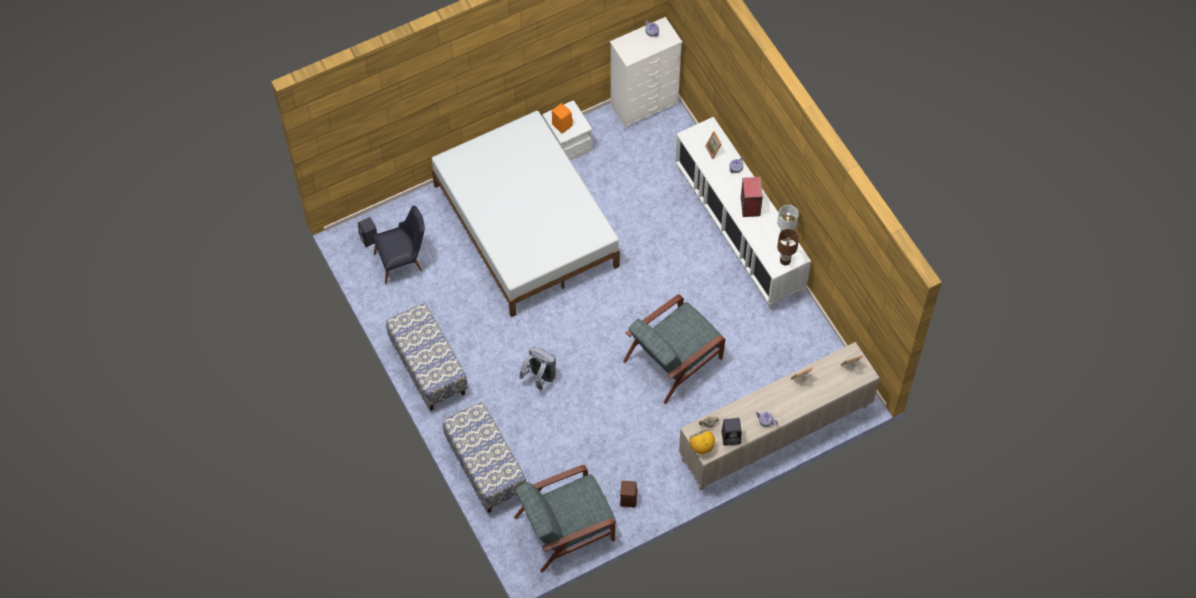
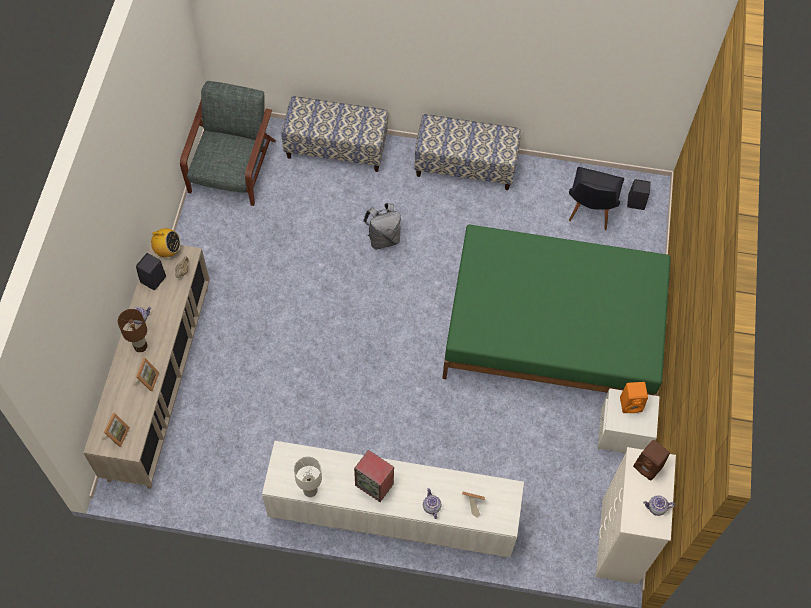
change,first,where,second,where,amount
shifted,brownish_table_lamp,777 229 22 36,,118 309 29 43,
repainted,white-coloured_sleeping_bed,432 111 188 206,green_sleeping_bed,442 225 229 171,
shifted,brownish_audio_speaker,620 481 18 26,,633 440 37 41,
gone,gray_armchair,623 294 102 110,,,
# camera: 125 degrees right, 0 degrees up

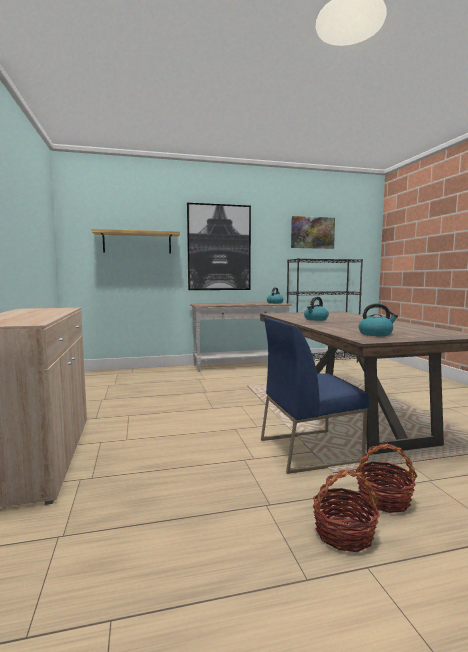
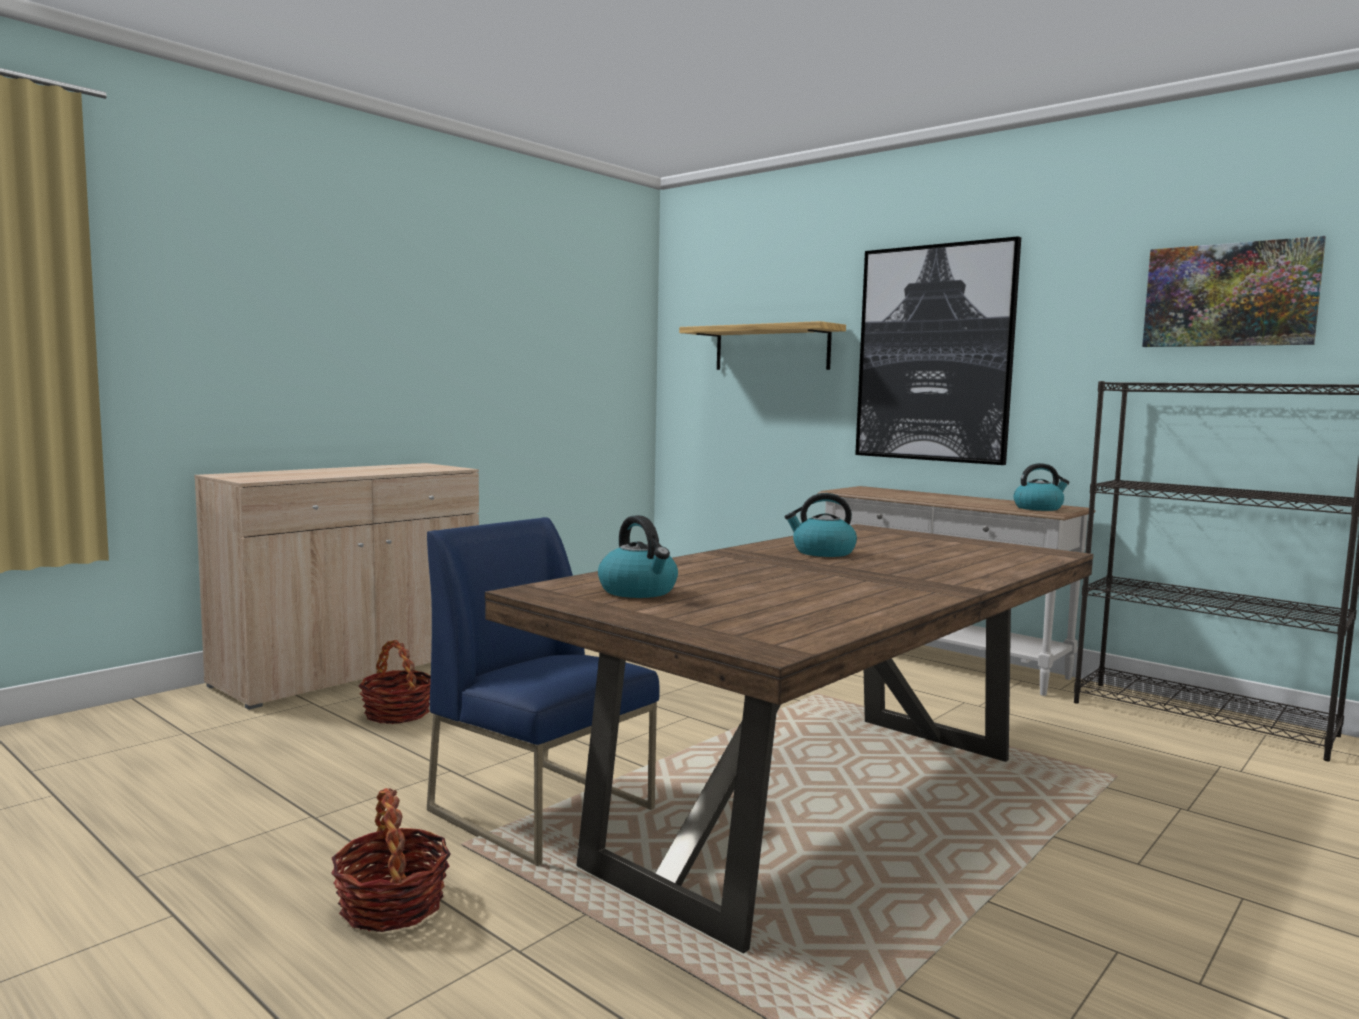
change,first,where,second,where,amount
shifted,storage_basket,313 470 67 82,,359 640 72 84,
# camera: 55 degrees right, 0 degrees up

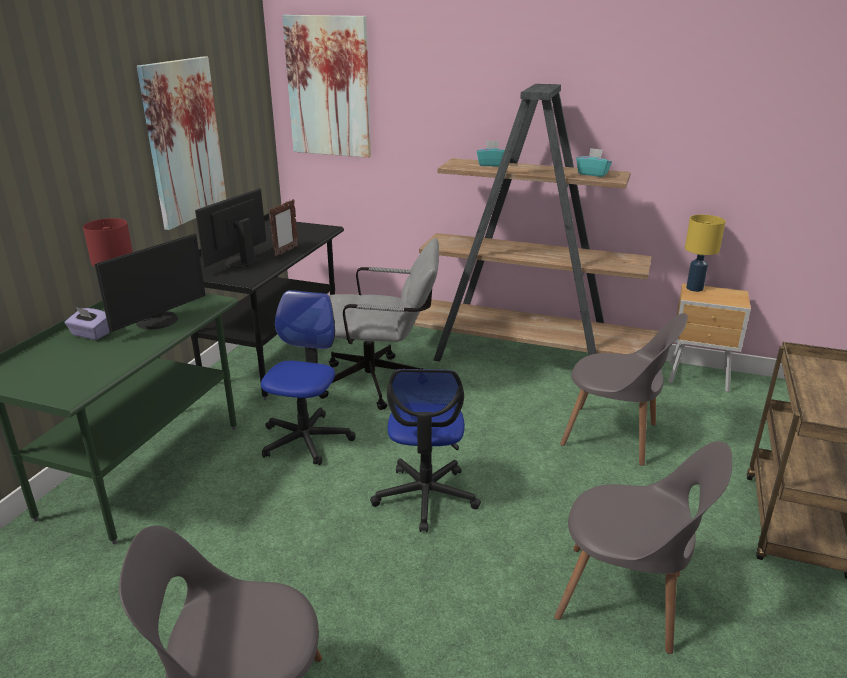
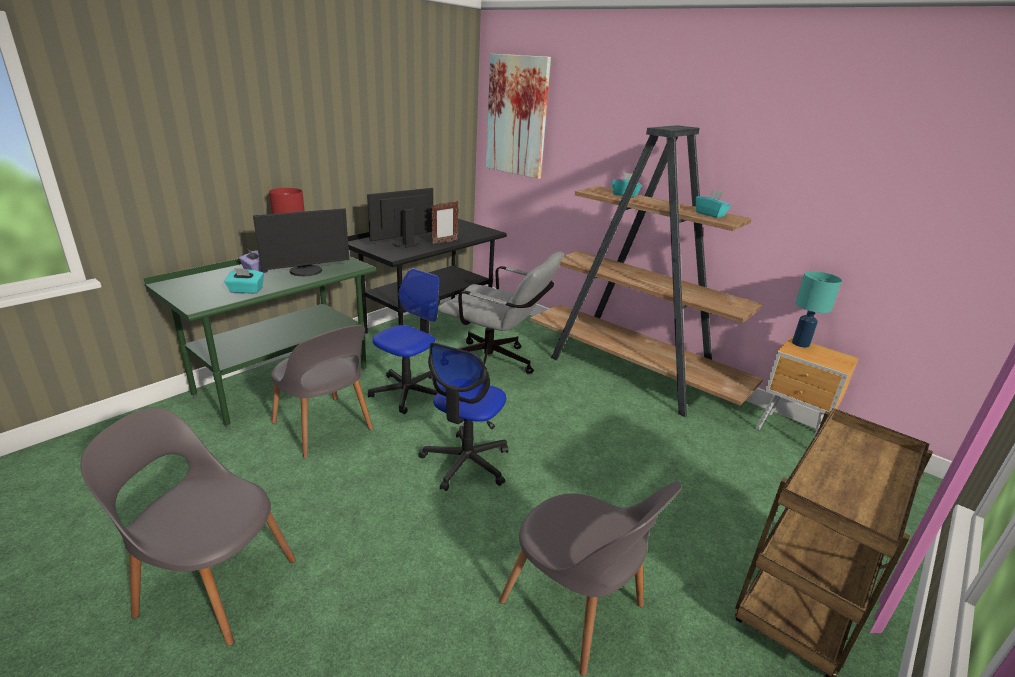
change,first,where,second,where,amount
new,,,turquoise-coloured_tissue_box,224 268 40 26,
shifted,gray_plain_chair,560 313 128 153,,271 325 102 133,
repainted,yellowish_table_lamp,685 215 41 77,turquoise-coloured_table_lamp,792 271 50 77,
gone,picture,137 56 89 174,,,
# camera: 20 degrees right, 0 degrees up

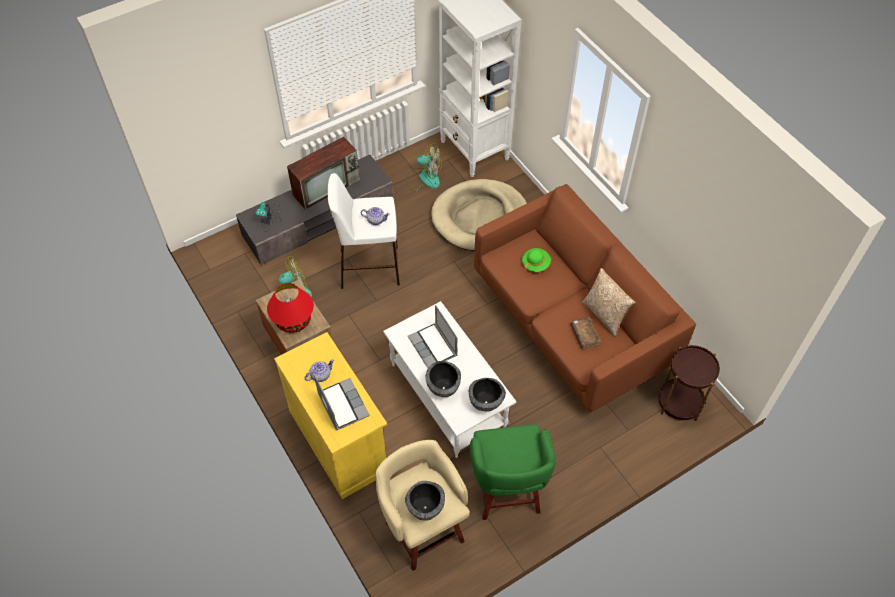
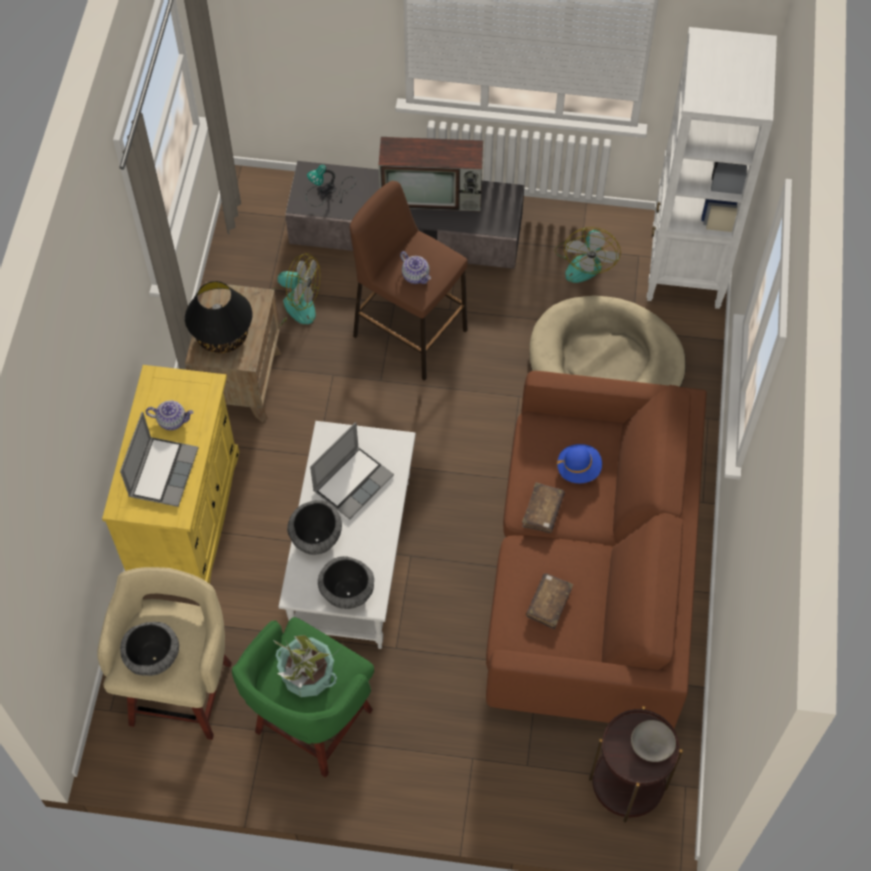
change,first,where,second,where,amount
repainted,red_table_lamp,267 283 47 50,black-coloured_table_lamp,185 281 67 73,
new,,,potted_plant,273 635 64 62,
rotated,portable_computer,408 305 49 63,,310 422 84 97,150 degrees counterclockwise
repainted,white-coloured_stool_seat,328 173 72 116,brownish_stool_seat,350 181 118 200,
new,,,brownish_volume,522 482 43 51,
rotated,electric_fan,406 143 36 49,,554 227 67 56,45 degrees clockwise
repainted,green_wearable_hat,522 248 29 24,blue_wearable_hat,556 444 46 39,
new,,,gray_bowl,631 720 45 42,
gone,cushion,582 268 53 69,,,
# camera: 40 degrees right, 5 degrees up

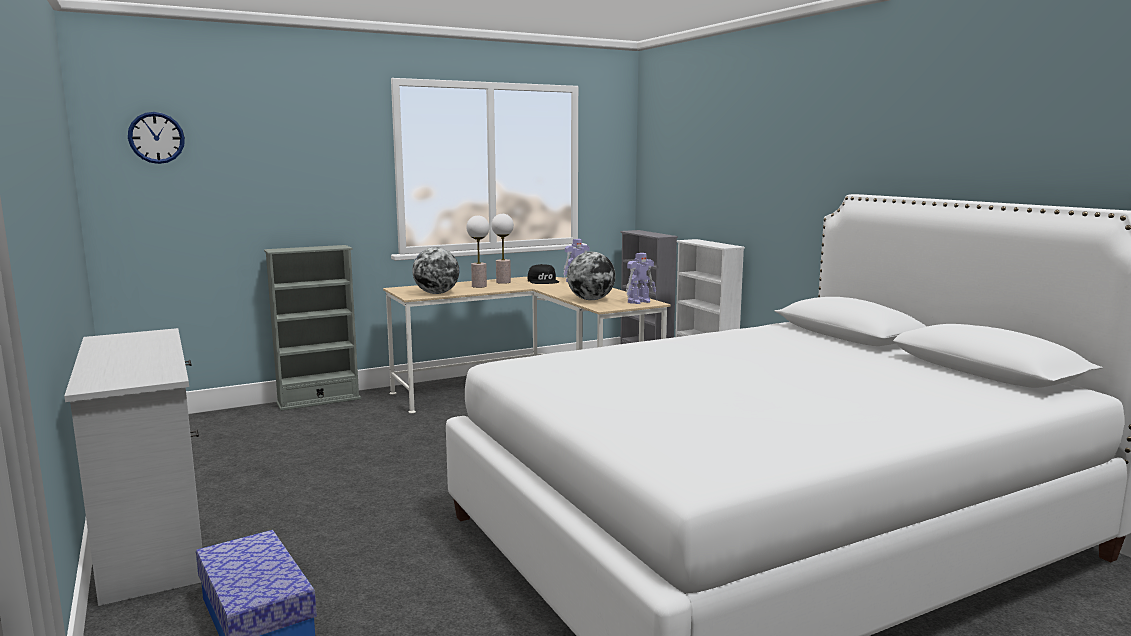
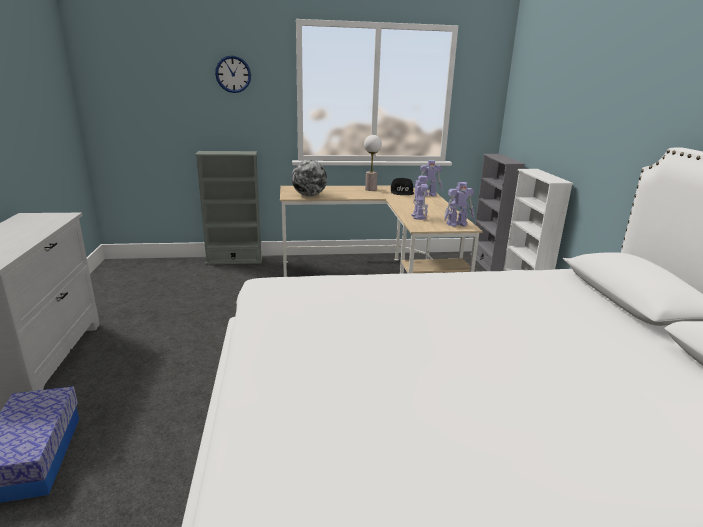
change,first,where,second,where,amount
shifted,wall_clock,128 112 57 52,,215 55 36 38,
swapped,world_globe,567 252 49 48,toy_robot,411 176 17 44,
gone,table_lamp,466 216 23 72,,,
# camera: 20 degrees right, 10 degrees up

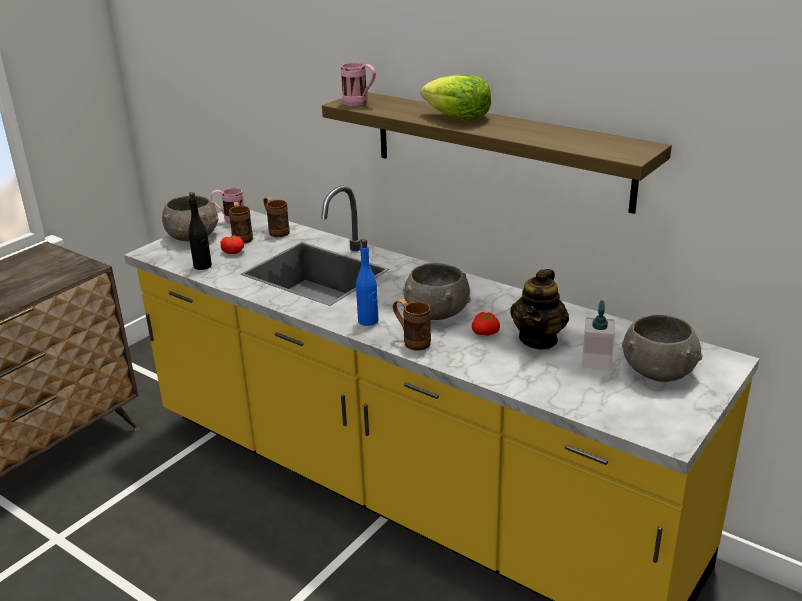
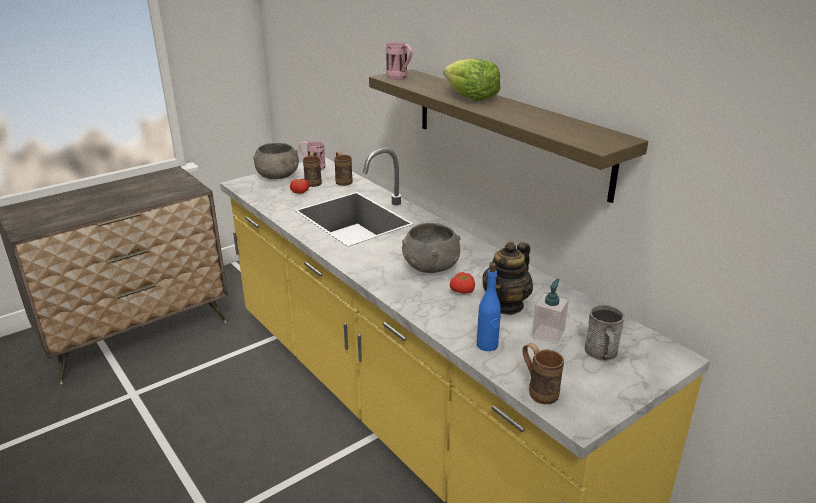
change,first,where,second,where,amount
shifted,blue_beverage_bottle,356 239 22 87,,477 262 24 89,
shifted,brownish_coffee_mug,393 299 38 52,,523 343 41 61,
swapped,gray_bowl,622 315 80 67,gray_coffee_mug,584 305 41 56,
gone,black-coloured_beverage_bottle,188 192 24 78,,,
# camera: 15 degrees right, 0 degrees up

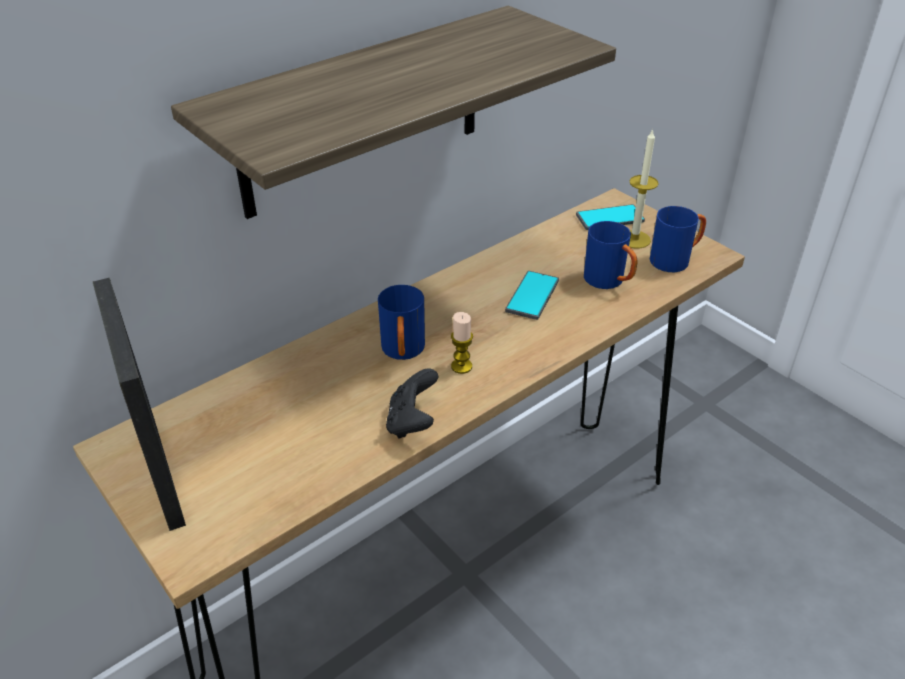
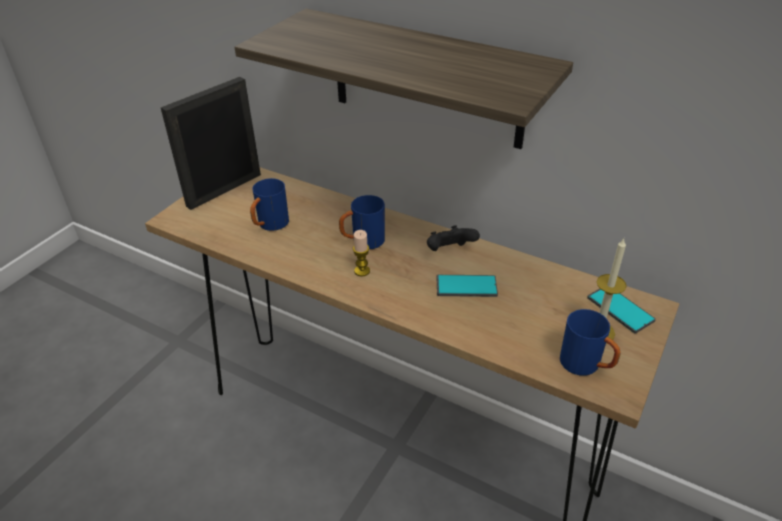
change,first,where,second,where,amount
shifted,blue_coffee_mug,584 221 53 68,,250 178 39 53,
shifted,black-coloured_game_controller,386 368 52 70,,427 225 53 26,
# camera: 70 degrees right, 0 degrees up

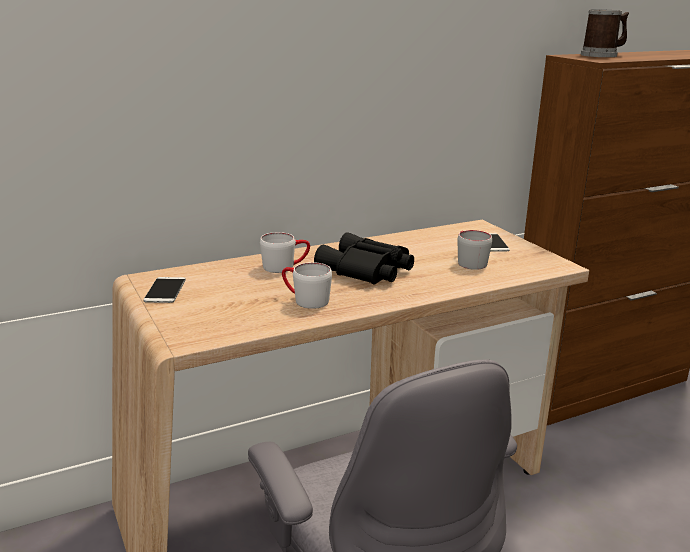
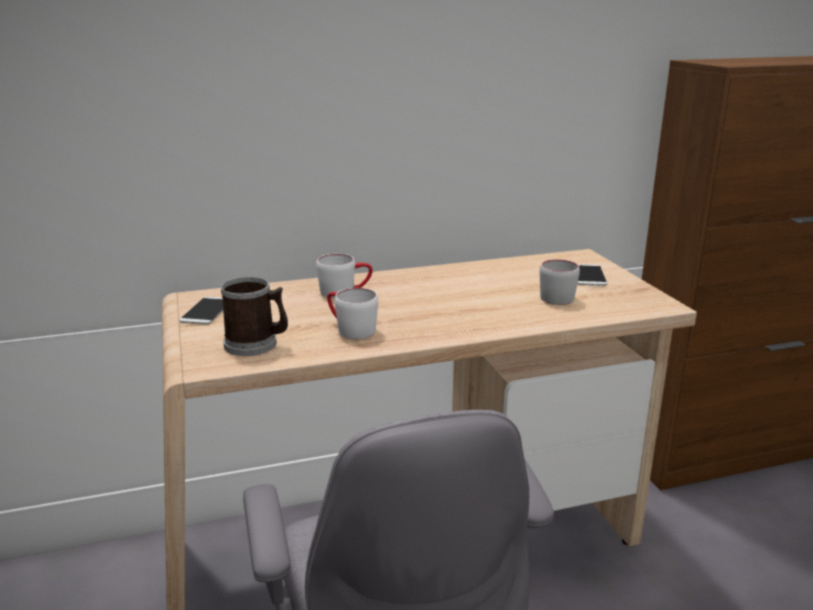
change,first,where,second,where,amount
shifted,coffee_mug,581 9 48 48,,221 277 67 79,
gone,black-coloured_pair_of_binoculars,314 232 100 52,,,
# camera: 10 degrees right, 0 degrees up

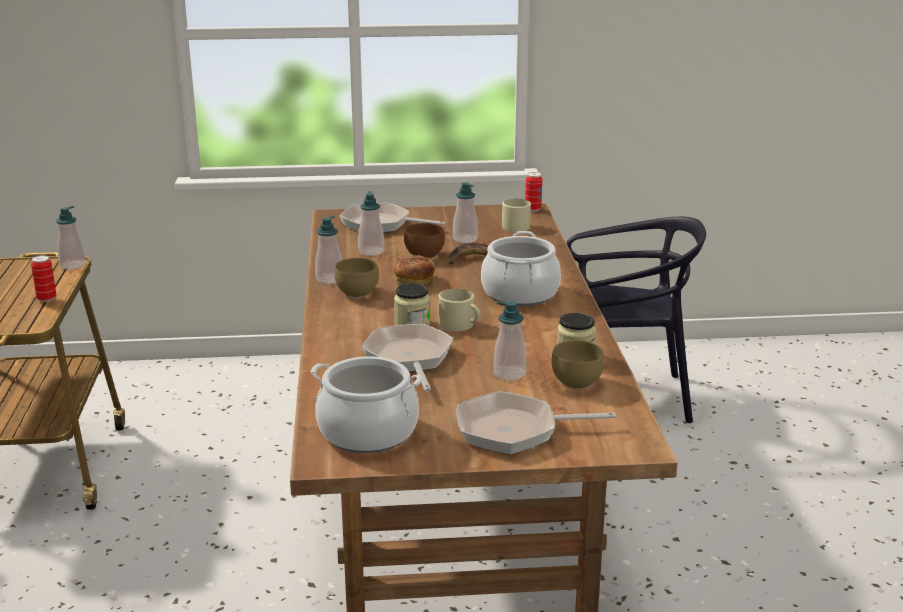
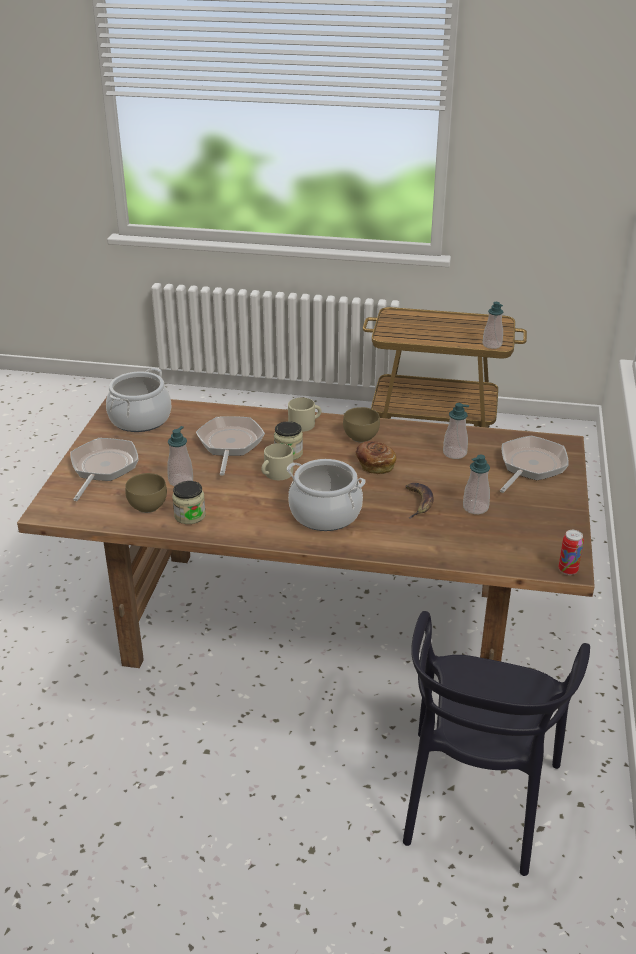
change,first,where,second,where,amount
rotated,pan,362 324 92 68,,196 416 69 60,90 degrees counterclockwise
shifted,beige_coffee_mug,502 199 29 33,,288 397 33 35,
gone,metal_can,31 255 25 47,,,
gone,soap_dispenser,315 216 27 68,,,
gone,brownish_bowl,404 223 41 36,,,
# camera: 105 degrees right, 10 degrees up

